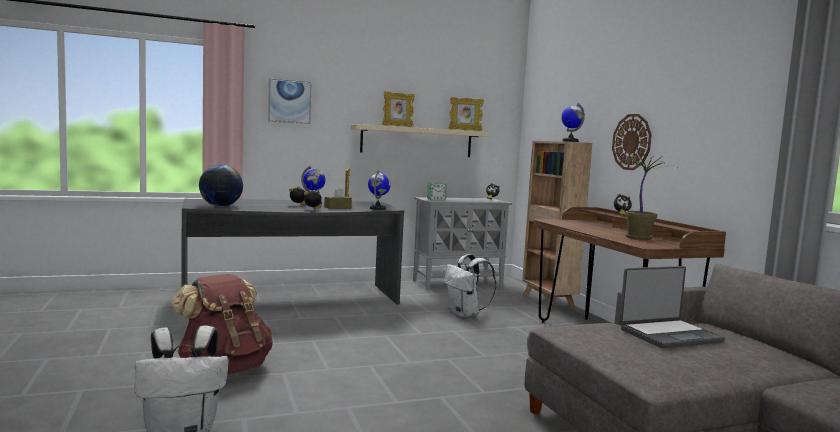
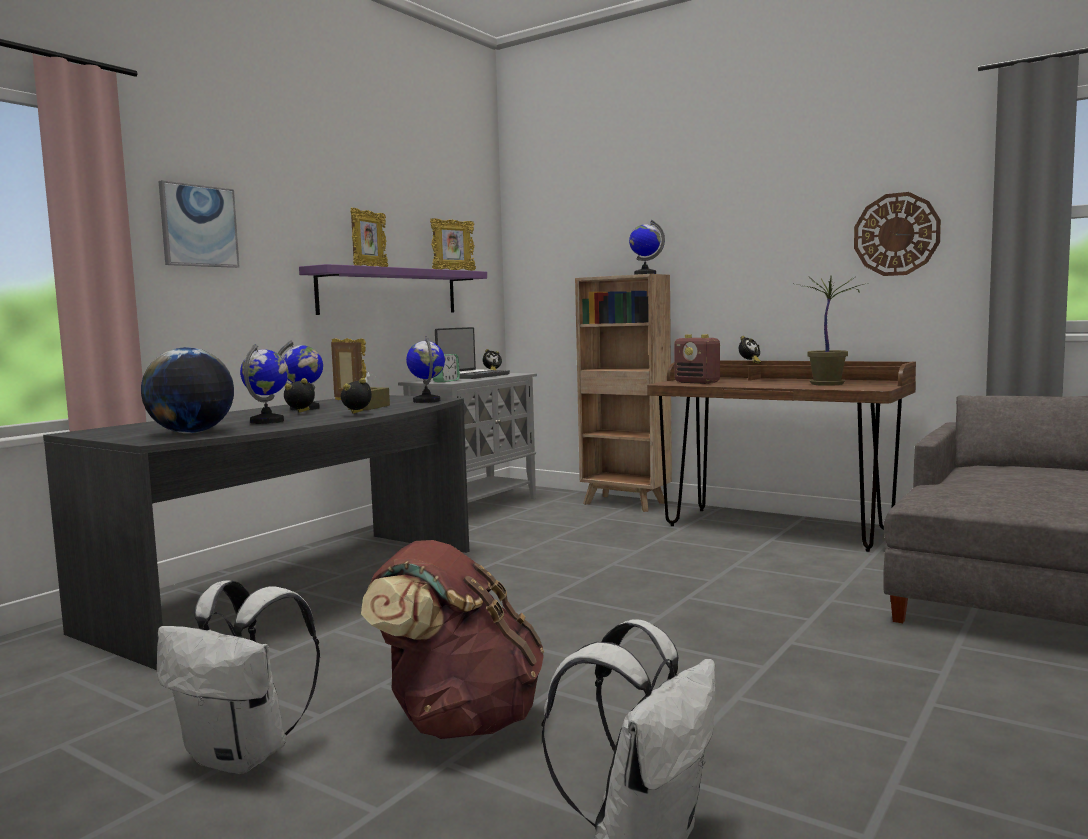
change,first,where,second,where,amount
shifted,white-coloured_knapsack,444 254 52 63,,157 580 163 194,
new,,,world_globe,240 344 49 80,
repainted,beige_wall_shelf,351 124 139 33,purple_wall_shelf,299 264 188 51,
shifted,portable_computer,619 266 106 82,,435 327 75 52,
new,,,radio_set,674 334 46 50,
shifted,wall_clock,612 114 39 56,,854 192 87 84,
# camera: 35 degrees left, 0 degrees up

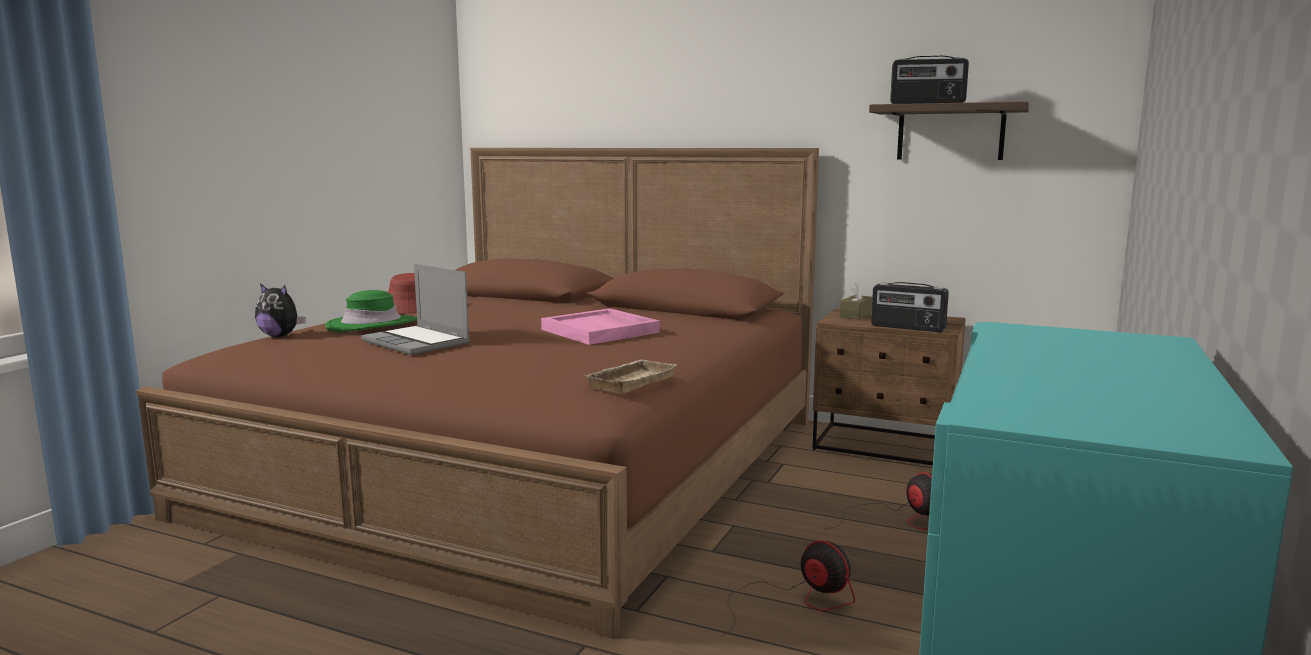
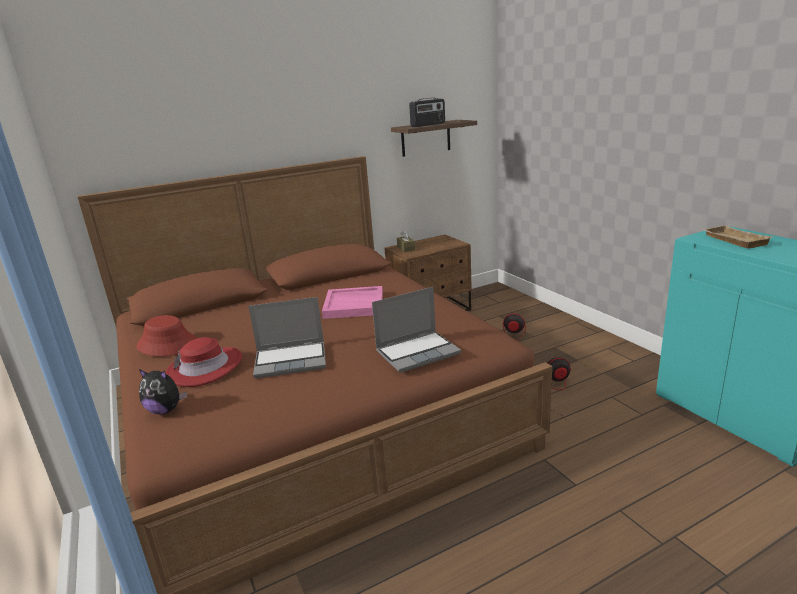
change,first,where,second,where,amount
rotated,cuddly_toy,255 283 50 54,,139 369 48 45,45 degrees clockwise
repainted,green_wearable_hat,325 290 92 42,red_wearable_hat,165 337 77 50,
new,,,portable_computer,372 287 89 86,
shifted,beige_serving_tray,583 360 94 34,,703 225 70 23,
gone,radio_set,871 282 78 50,,,
# camera: 50 degrees left, 10 degrees up

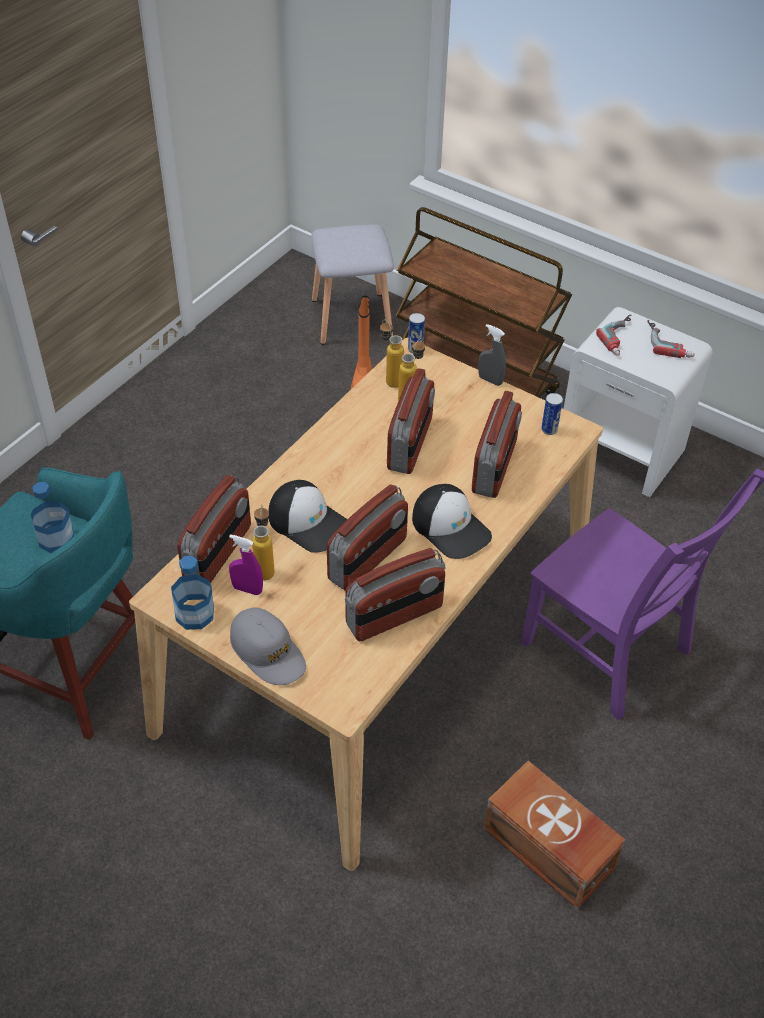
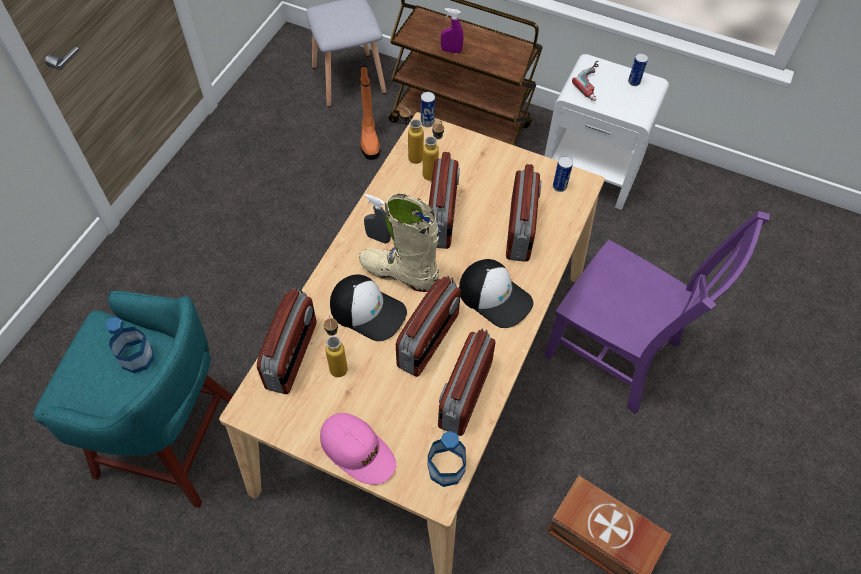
change,first,where,second,where,amount
repainted,gray_baseball_cap,230 608 76 77,pink_baseball_cap,320 413 76 72,
new,,,beige_tall_boot,359 194 81 98,
shifted,gray_sprayer,478 324 28 62,,364 194 27 50,
shifted,beverage_bottle,171 555 43 75,,428 431 38 56,
rotated,radio_set,345 548 100 93,,438 328 57 108,150 degrees clockwise
shifted,purple_sprayer,229 534 34 61,,441 8 22 45,
swapped,power_drill,648 320 47 38,metal_can,628 53 20 33,
# camera: 10 degrees left, 10 degrees up

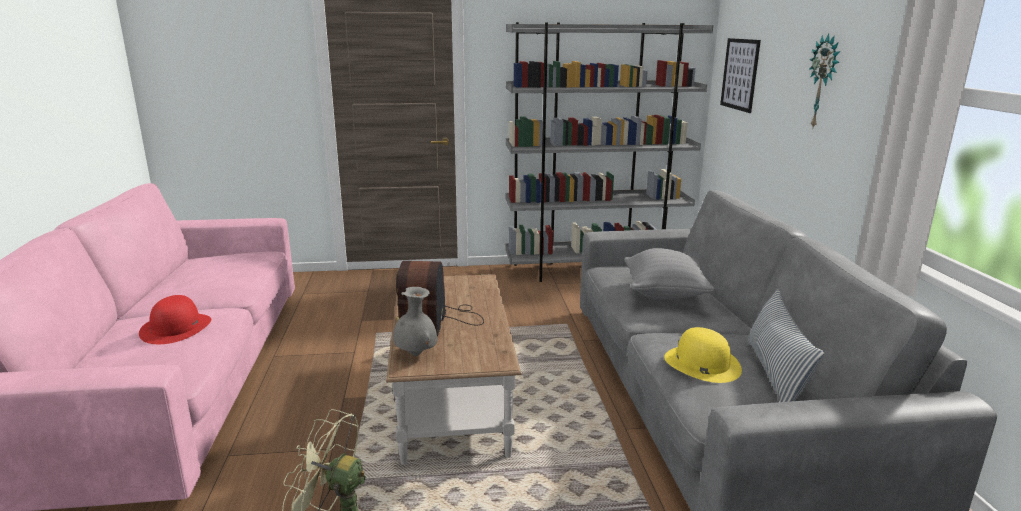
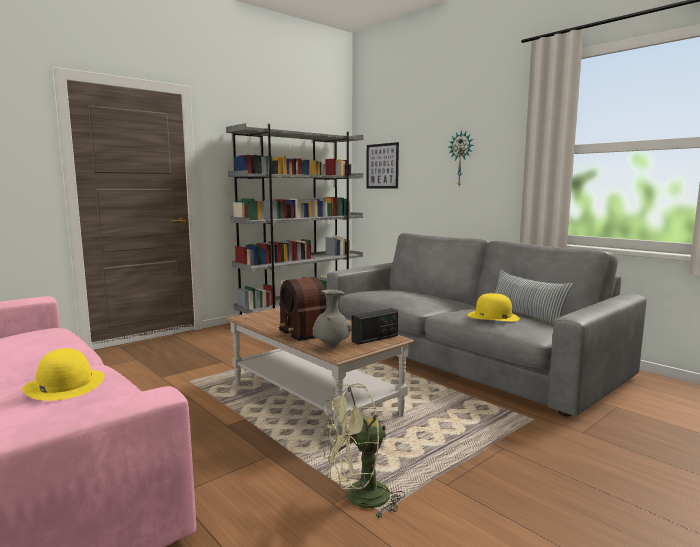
change,first,where,second,where,amount
repainted,red_wearable_hat,139 295 72 49,yellowish_wearable_hat,22 348 82 53,
new,,,radio_set,352 308 46 37,
gone,gray_cushion,624 248 91 52,,,
# camera: 35 degrees left, 10 degrees down

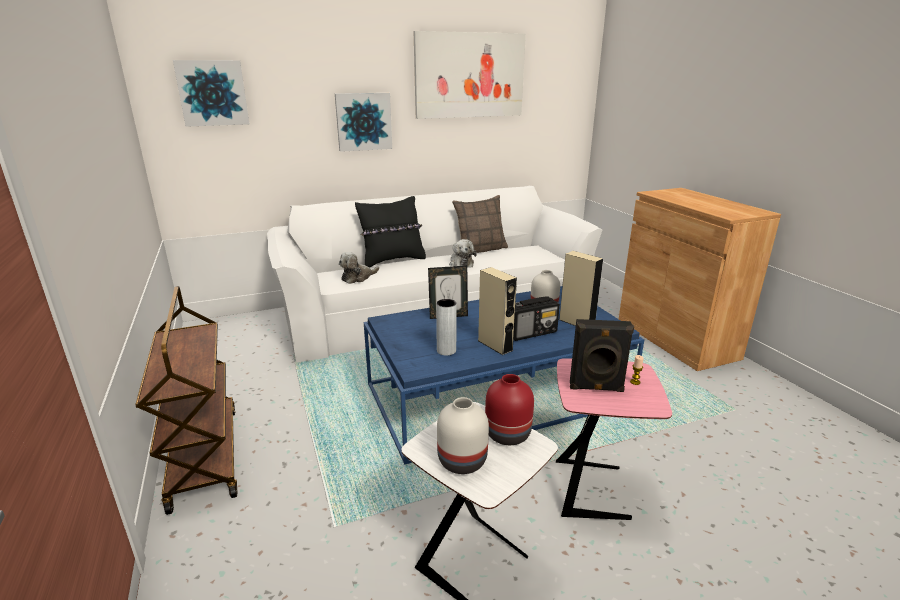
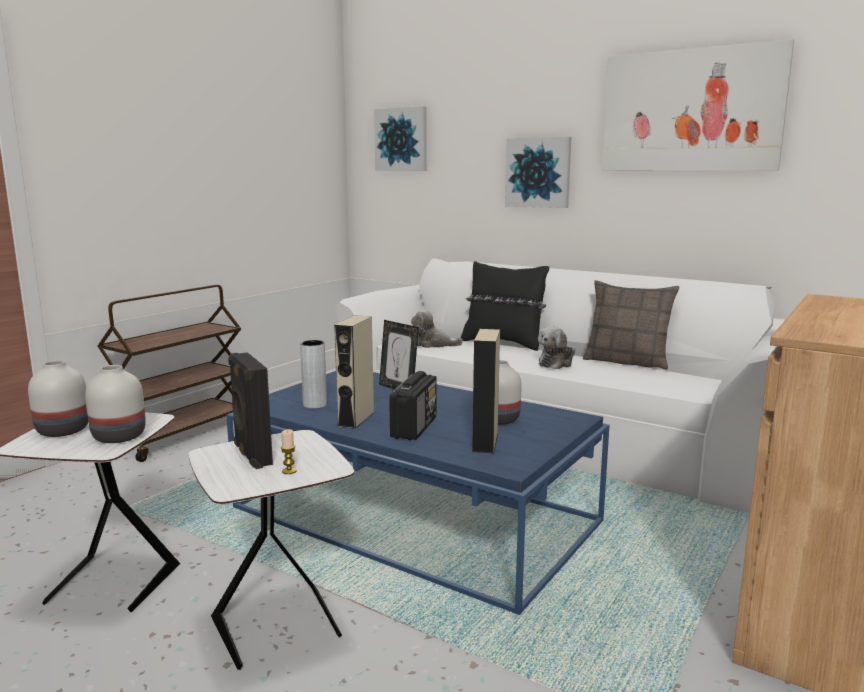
change,first,where,second,where,amount
repainted,red_flower_vase,485 374 49 71,white-coloured_flower_vase,85 365 61 78,
repainted,pink_accent_table,556 358 116 162,white-coloured_accent_table,188 430 166 240,
rotated,radio_set,513 296 47 45,,389 371 48 69,105 degrees counterclockwise
# camera: 55 degrees right, 10 degrees down

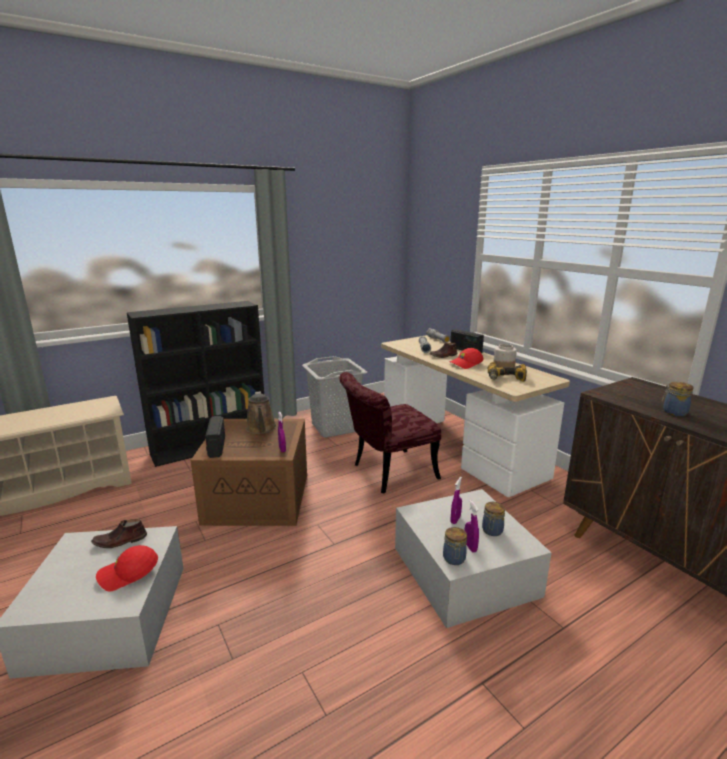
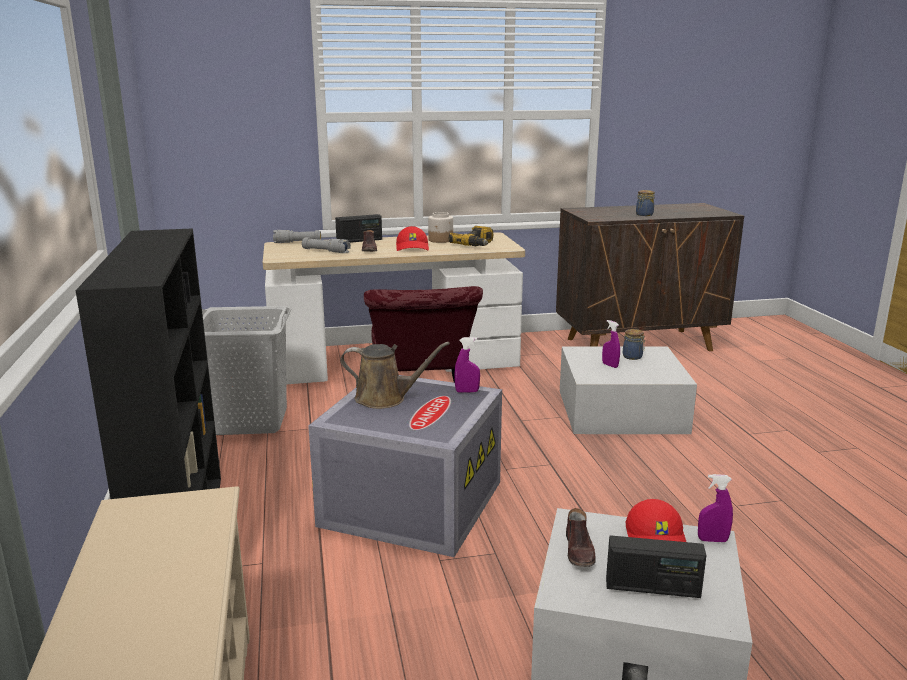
change,first,where,second,where,amount
repainted,brownish_storage_bin,191 419 116 107,gray_storage_bin,308 375 194 182,
shifted,radio_set,205 416 20 42,,606 536 100 62,
shifted,purple_sprayer,464 500 15 53,,698 474 35 68,
gone,preserve_jar,443 527 24 38,,,
# camera: 70 degrees left, 0 degrees up

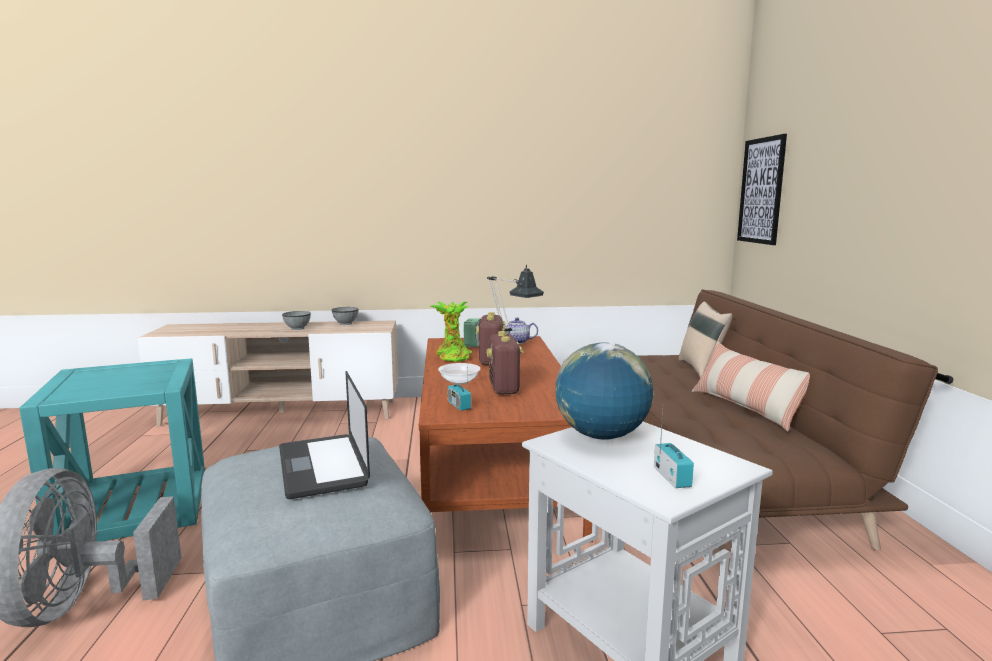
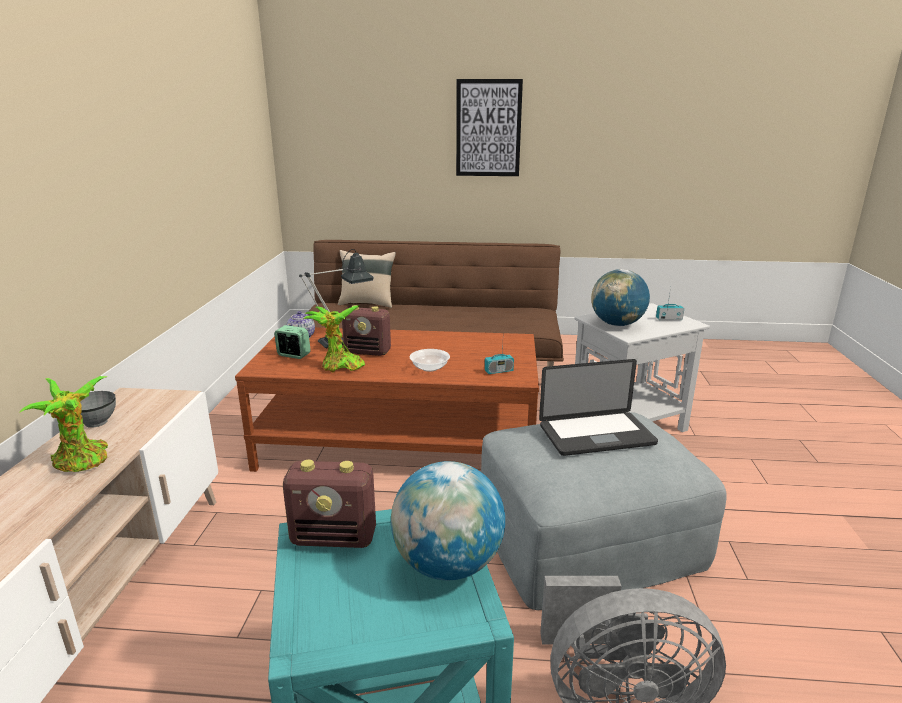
change,first,where,second,where,amount
swapped,gray_bowl,282 311 29 19,potted_plant,19 376 89 96,
shifted,radio_set,487 331 37 64,,283 460 93 88,
new,,,world_globe,391 461 114 119,
shifted,picture,737 134 50 111,,456 79 67 97,
gone,cushion,692 342 118 90,,,
# camera: 80 degrees left, 10 degrees up

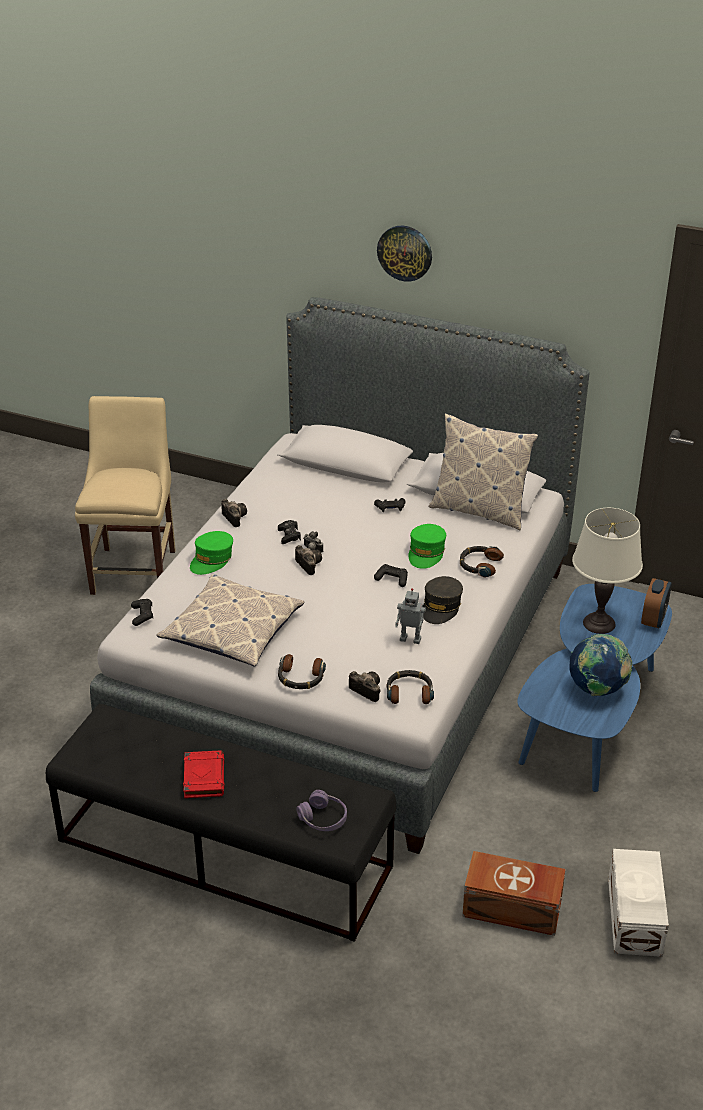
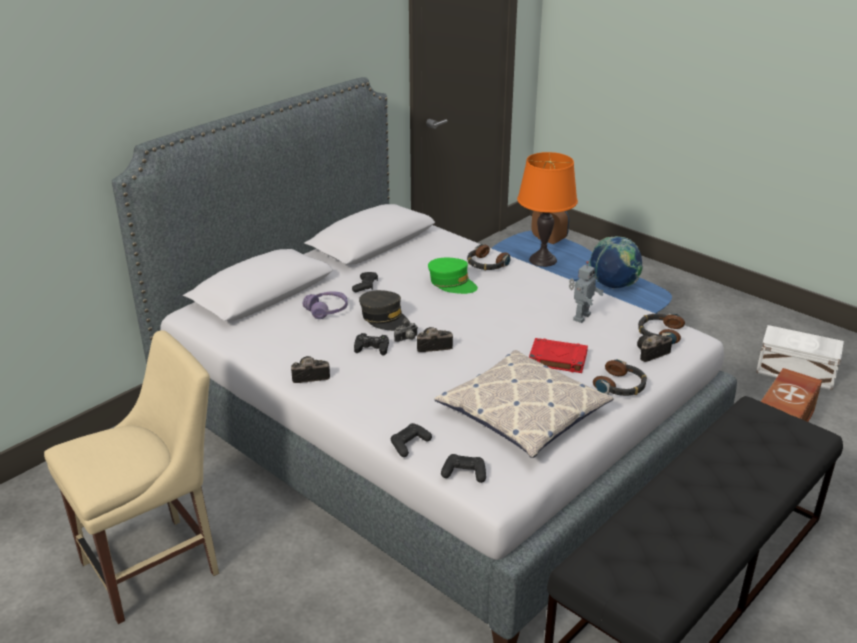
change,first,where,second,where,amount
rotated,beige_plain_chair,75 396 101 199,,44 330 175 294,120 degrees clockwise
shifted,purple_headset,296 790 51 41,,303 291 45 28,
shifted,gray_baseball_cap,423 576 40 48,,359 290 47 41,
shifted,black-coloured_game_controller,374 564 34 23,,391 423 41 34,
repainted,white-coloured_table_lamp,572 508 71 126,orange_table_lamp,517 152 61 115,
shifted,red_volume,183 750 42 48,,529 338 59 35,
gone,green_baseball_cap,190 531 43 44,,,
gone,wall_clock,377 226 55 56,,,
gone,cushion,428 413 110 117,,,
# camera: 70 degrees left, 5 degrees down

